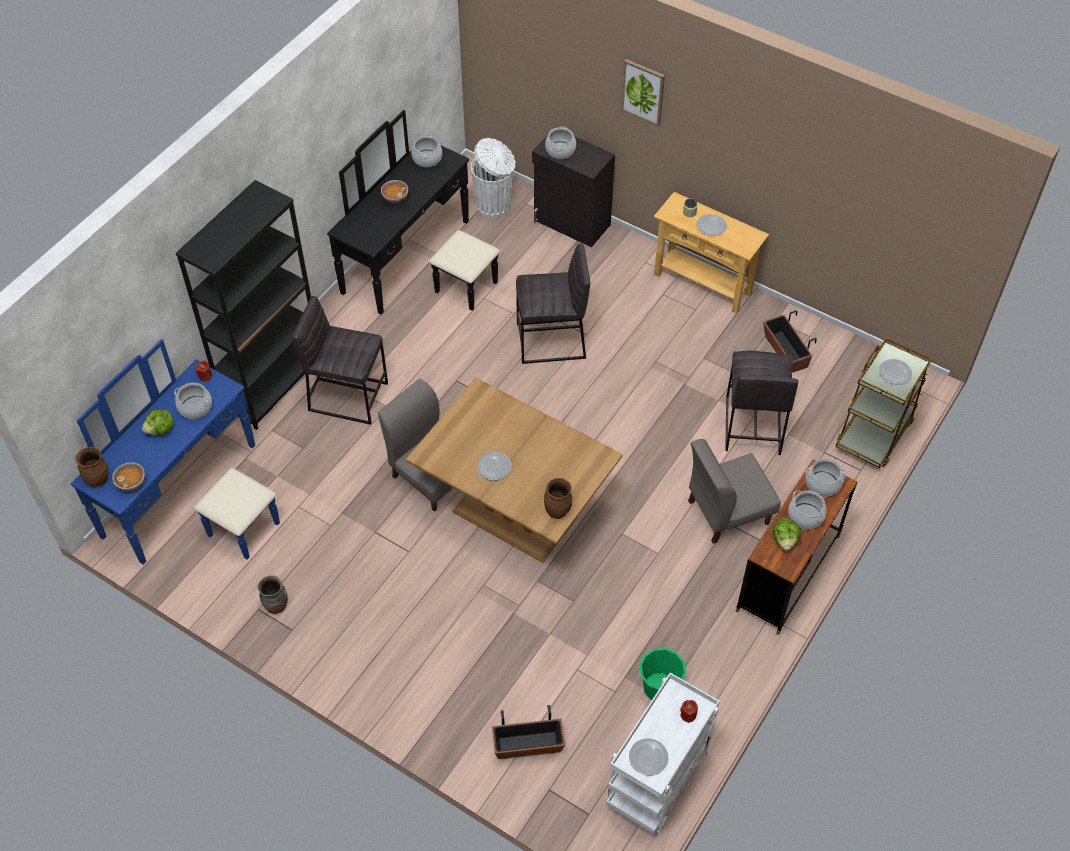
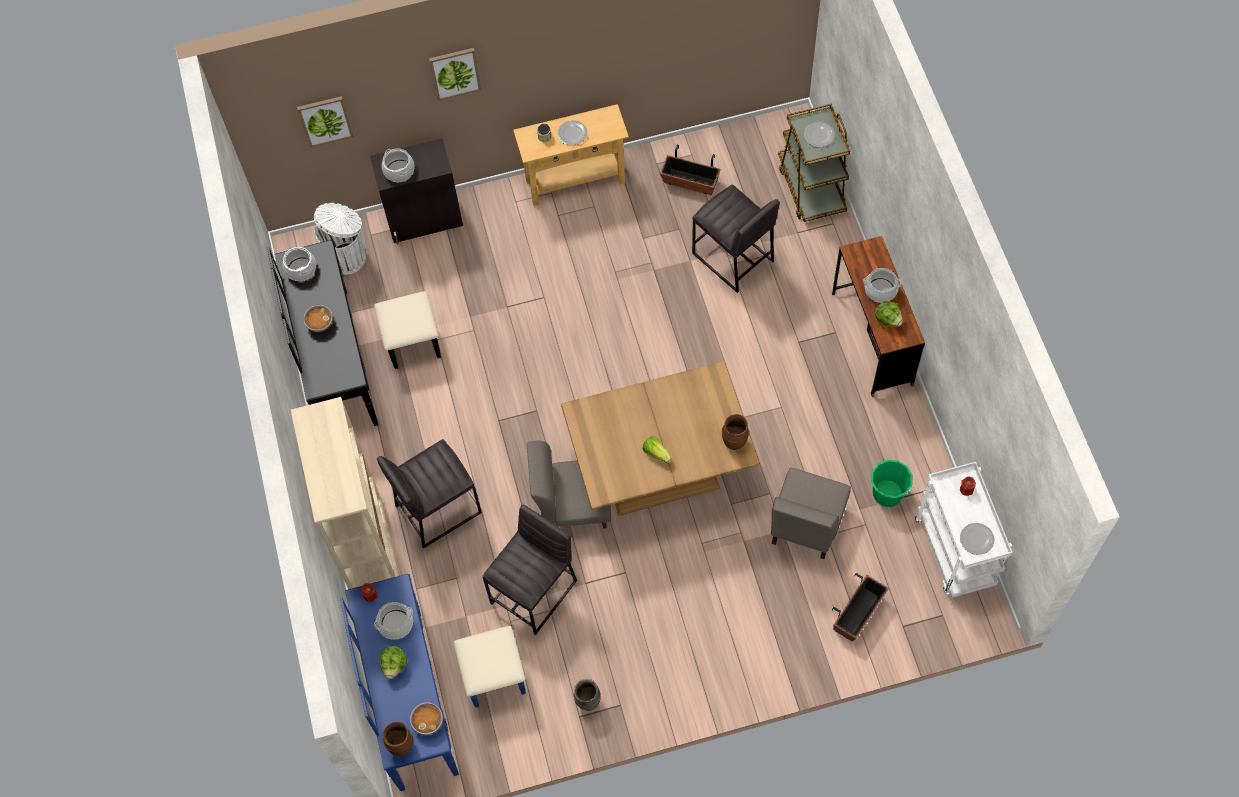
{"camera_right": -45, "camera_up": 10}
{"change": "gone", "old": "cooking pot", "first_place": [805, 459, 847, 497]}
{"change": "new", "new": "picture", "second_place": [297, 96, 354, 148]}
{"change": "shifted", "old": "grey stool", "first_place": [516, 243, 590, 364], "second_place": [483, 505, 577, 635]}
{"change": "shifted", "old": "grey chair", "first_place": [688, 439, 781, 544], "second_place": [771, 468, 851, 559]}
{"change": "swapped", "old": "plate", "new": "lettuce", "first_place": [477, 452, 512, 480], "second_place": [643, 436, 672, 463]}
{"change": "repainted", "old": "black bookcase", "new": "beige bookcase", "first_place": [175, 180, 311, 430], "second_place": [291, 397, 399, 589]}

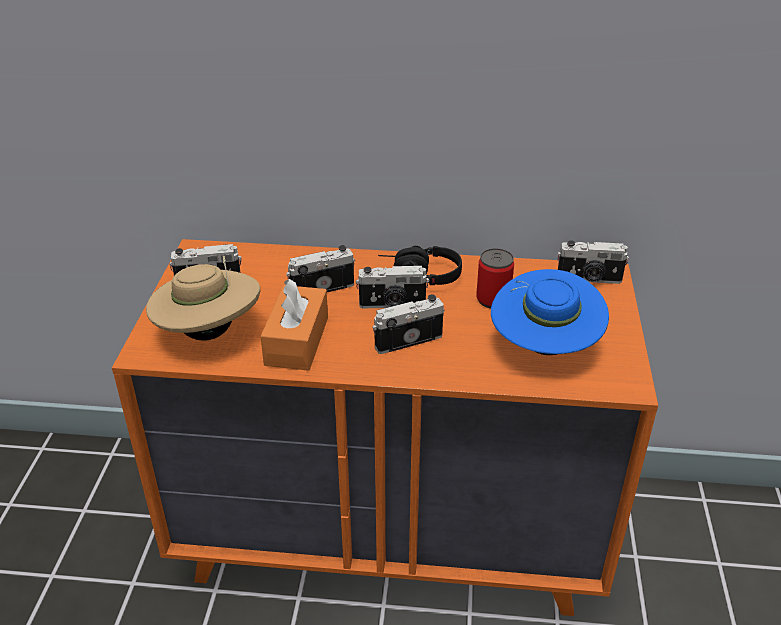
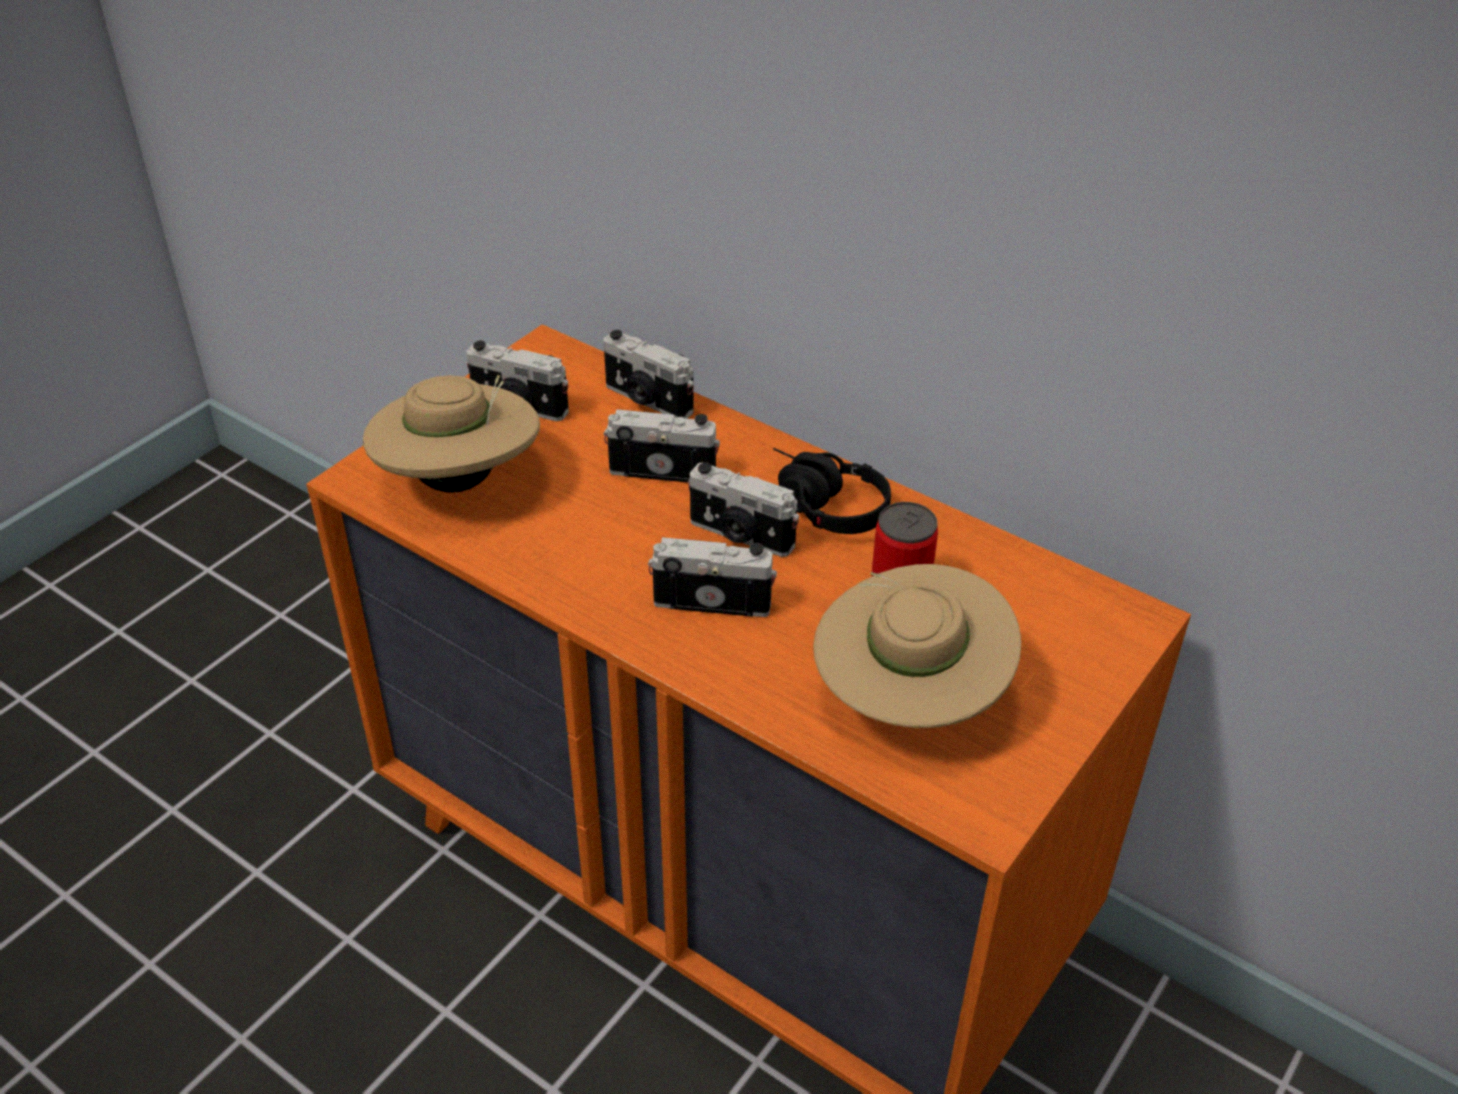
{"camera_right": 30, "camera_up": 5}
{"change": "gone", "old": "orange tissue box", "first_place": [260, 279, 328, 371]}
{"change": "shifted", "old": "photo camera", "first_place": [557, 240, 629, 284], "second_place": [603, 330, 694, 419]}
{"change": "repainted", "old": "blue hat", "new": "beige hat", "first_place": [491, 269, 609, 355], "second_place": [813, 564, 1021, 728]}

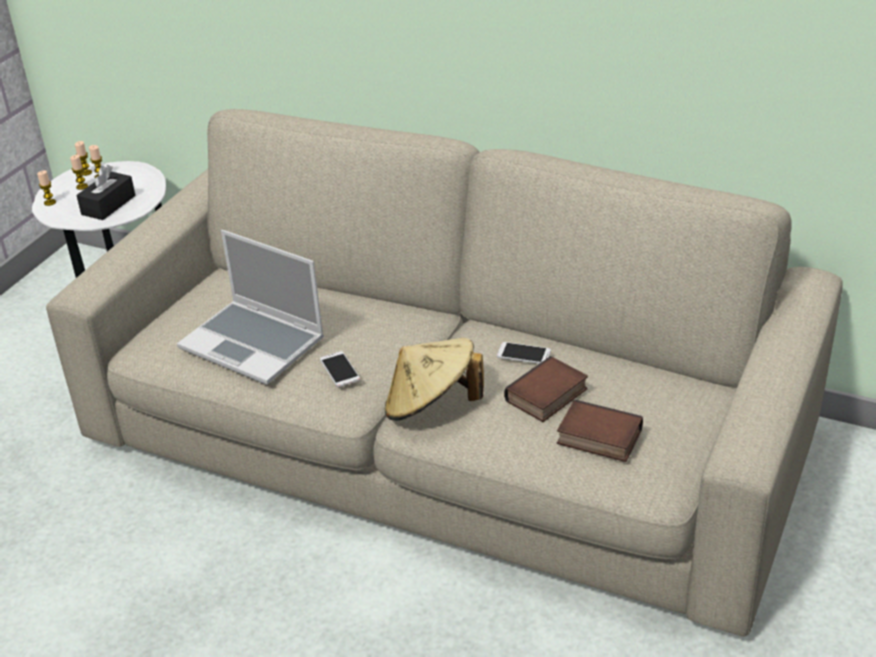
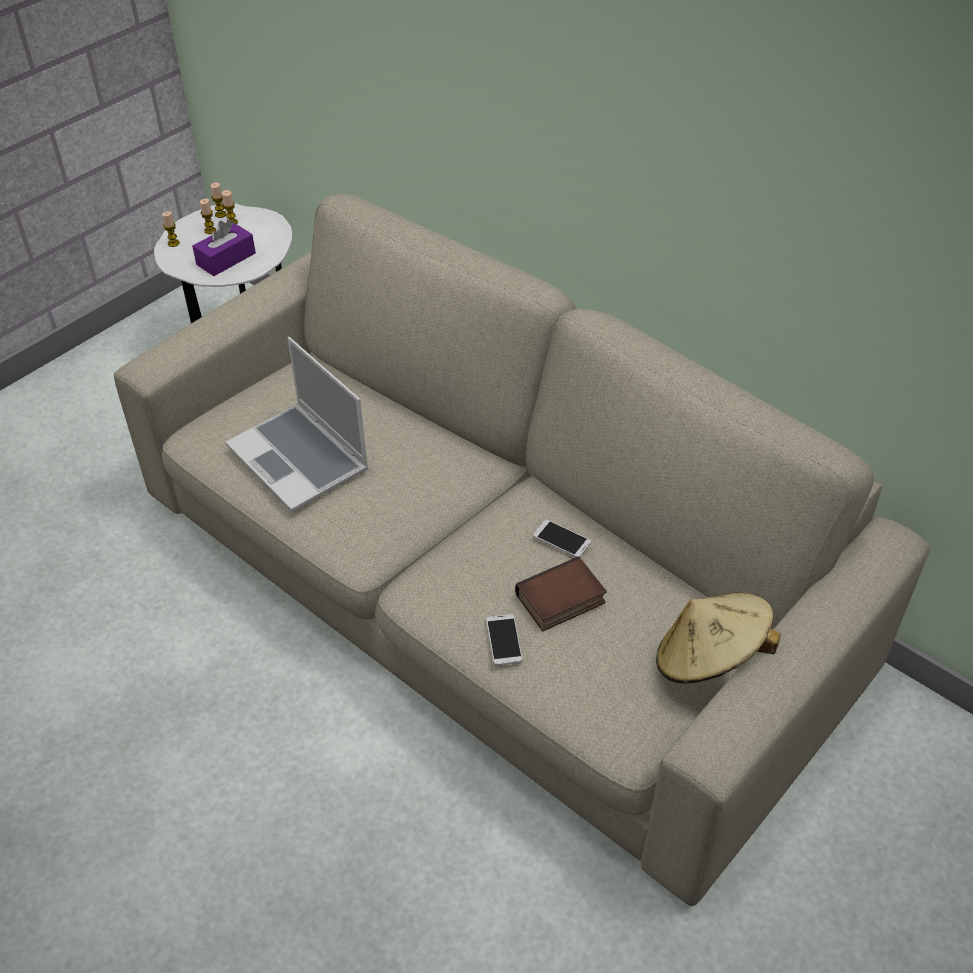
{"camera_right": 15, "camera_up": 10}
{"change": "gone", "old": "book", "first_place": [557, 400, 643, 462]}
{"change": "shifted", "old": "phone", "first_place": [320, 351, 360, 387], "second_place": [486, 614, 523, 665]}
{"change": "shifted", "old": "beige hat", "first_place": [384, 338, 484, 421], "second_place": [656, 592, 781, 684]}
{"change": "repainted", "old": "black tissue box", "new": "purple tissue box", "first_place": [76, 165, 136, 220], "second_place": [192, 220, 256, 276]}

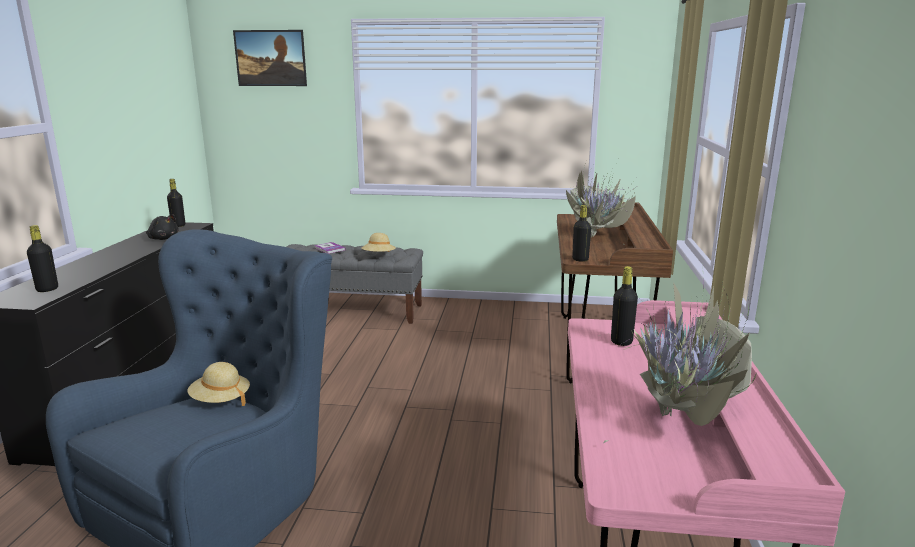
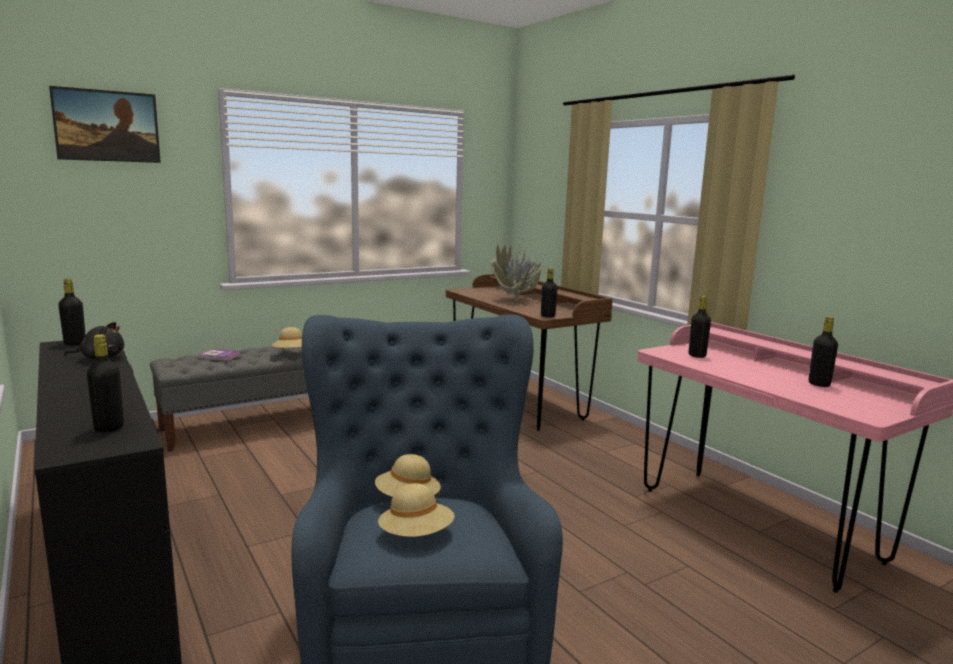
{"camera_right": -40, "camera_up": -5}
{"change": "new", "new": "beige hat", "second_place": [378, 483, 455, 537]}
{"change": "swapped", "old": "potted plant", "new": "black bottle", "first_place": [599, 267, 756, 443], "second_place": [809, 316, 838, 387]}

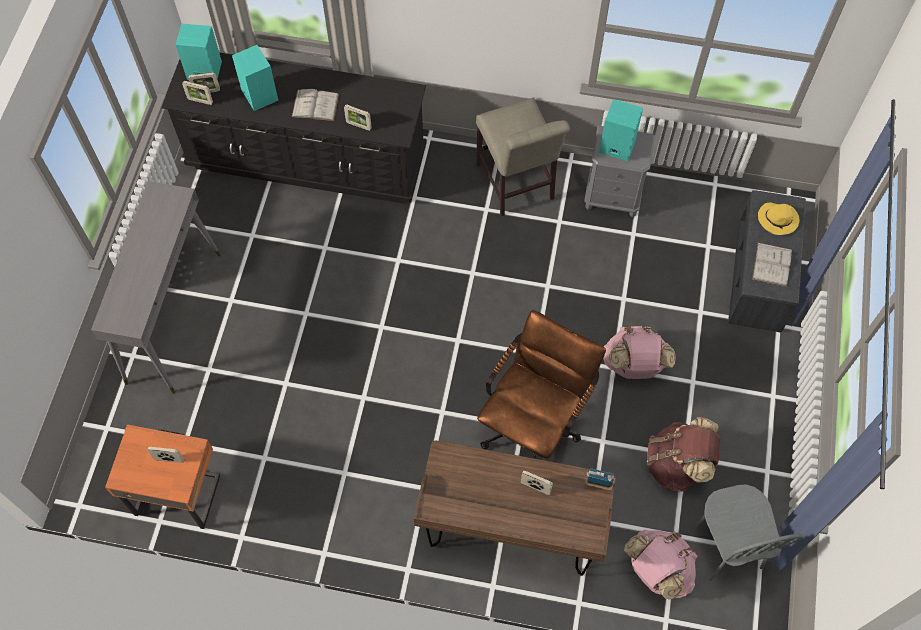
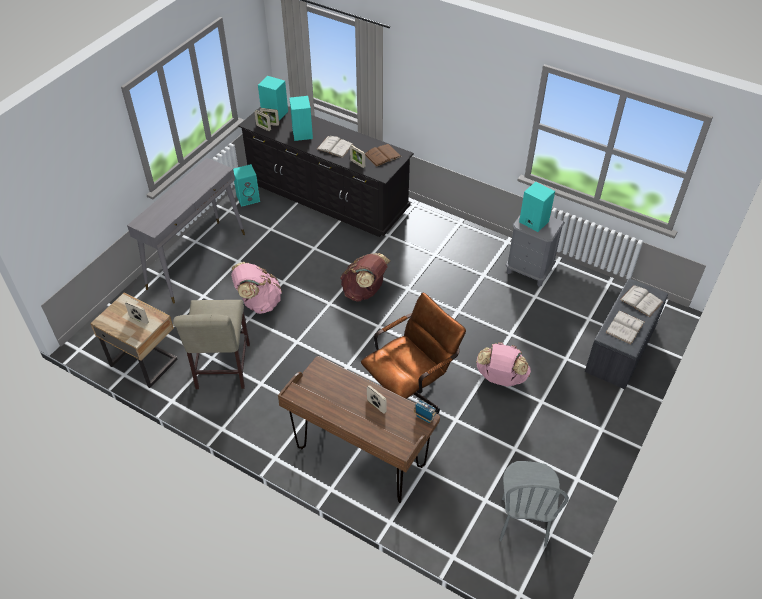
{"camera_right": 20, "camera_up": -15}
{"change": "new", "new": "turquoise speaker", "second_place": [233, 164, 260, 207]}
{"change": "new", "new": "brown book", "second_place": [365, 144, 402, 167]}
{"change": "shifted", "old": "beige chair", "first_place": [476, 98, 570, 216], "second_place": [173, 300, 250, 389]}
{"change": "shifted", "old": "pink backpack", "first_place": [624, 530, 698, 599], "second_place": [231, 262, 282, 314]}
{"change": "shifted", "old": "brown backpack", "first_place": [647, 417, 720, 492], "second_place": [340, 253, 390, 302]}
{"change": "swapped", "old": "yellow hat", "new": "white book", "first_place": [758, 203, 799, 235], "second_place": [620, 285, 663, 317]}
{"change": "repainted", "old": "orange nightstand", "new": "beige nightstand", "first_place": [105, 424, 220, 529], "second_place": [90, 292, 178, 388]}

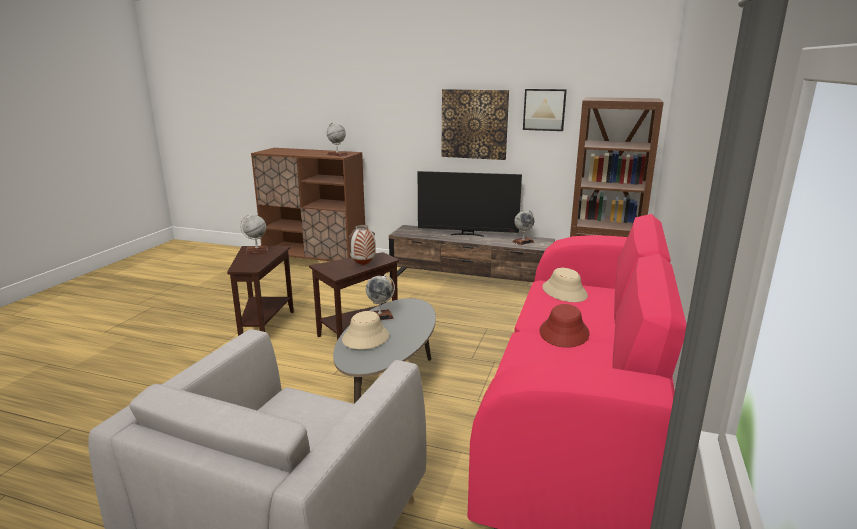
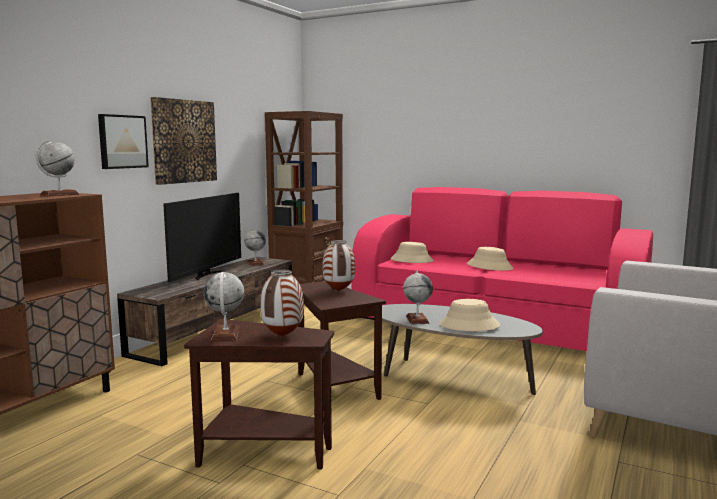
{"camera_right": -80, "camera_up": -10}
{"change": "new", "new": "vase", "second_place": [260, 269, 304, 336]}
{"change": "shifted", "old": "picture", "first_place": [523, 89, 567, 131], "second_place": [98, 114, 149, 169]}
{"change": "repainted", "old": "red hat", "new": "beige hat", "first_place": [540, 304, 590, 348], "second_place": [467, 247, 513, 271]}

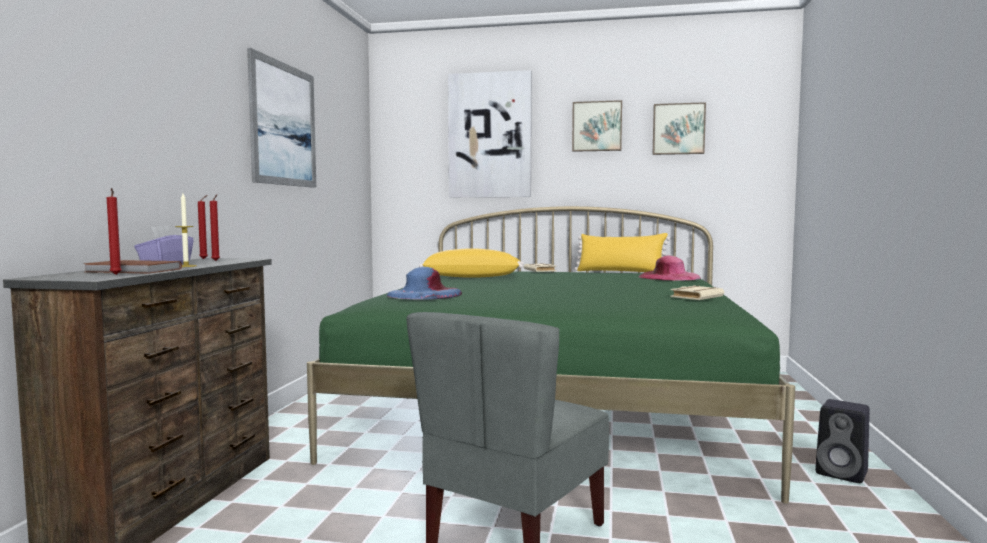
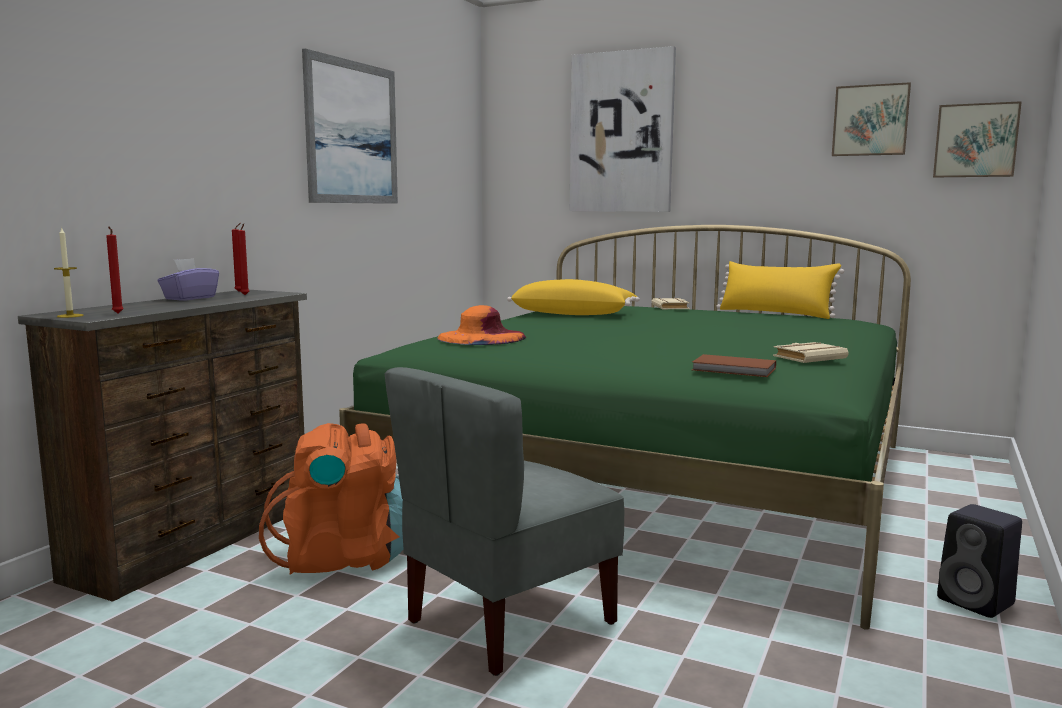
{"camera_right": 15, "camera_up": 5}
{"change": "gone", "old": "pink hat", "first_place": [638, 256, 701, 281]}
{"change": "new", "new": "orange backpack", "second_place": [259, 423, 403, 575]}
{"change": "shifted", "old": "brown book", "first_place": [83, 260, 182, 274], "second_place": [692, 354, 776, 377]}
{"change": "shifted", "old": "candle", "first_place": [175, 193, 197, 267], "second_place": [54, 227, 84, 318]}
{"change": "shifted", "old": "picture", "first_place": [572, 100, 622, 152], "second_place": [933, 101, 1022, 178]}
{"change": "repainted", "old": "blue hat", "new": "orange hat", "first_place": [386, 267, 462, 300], "second_place": [438, 305, 526, 345]}

